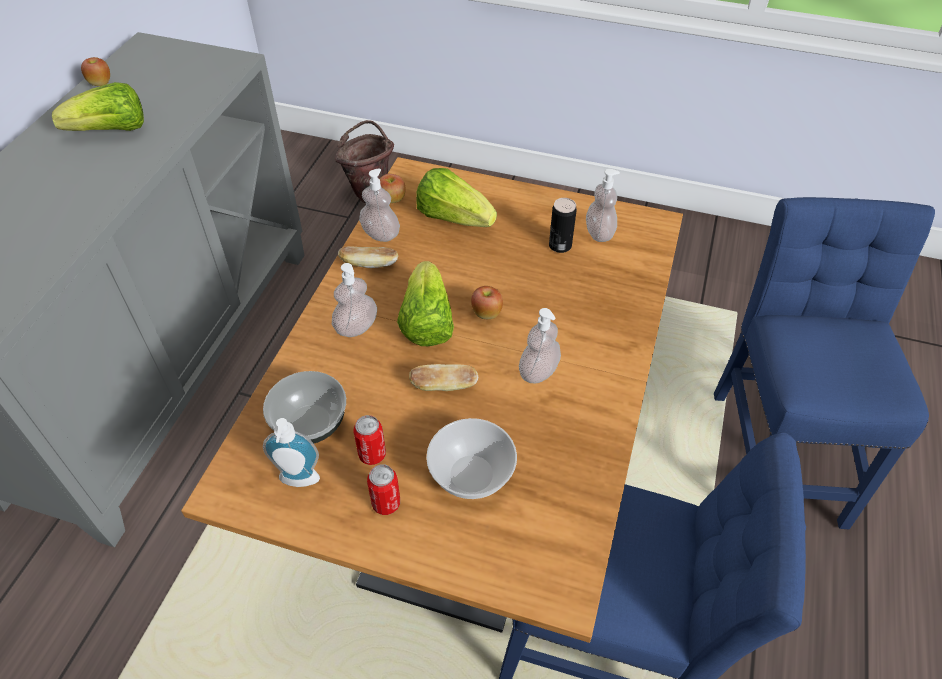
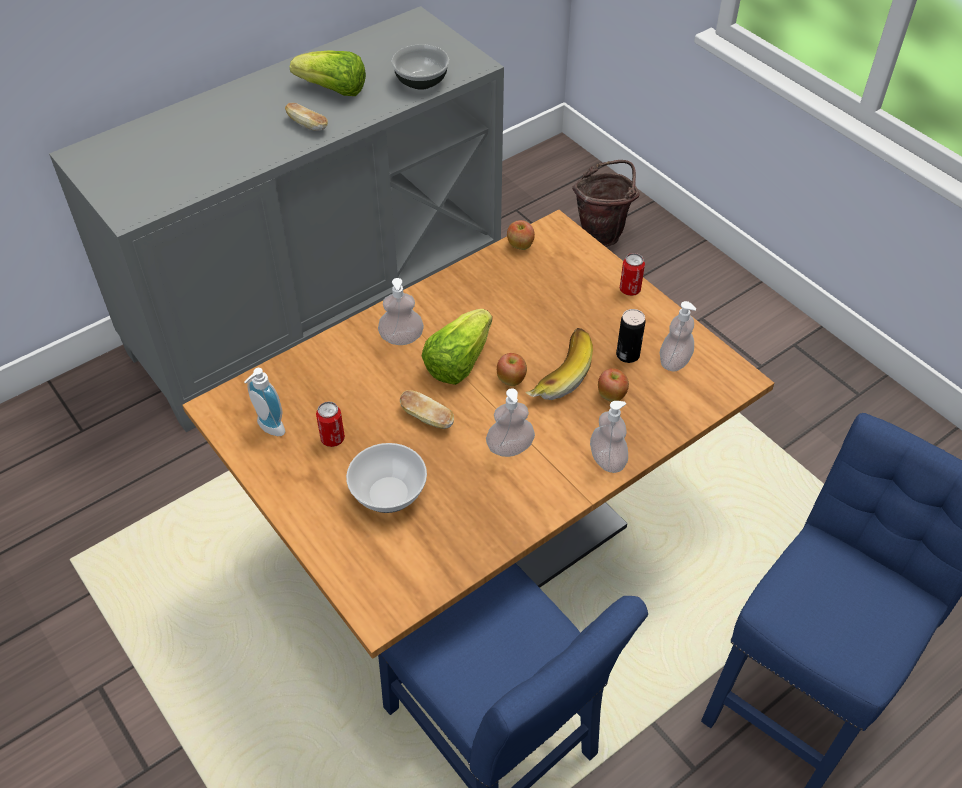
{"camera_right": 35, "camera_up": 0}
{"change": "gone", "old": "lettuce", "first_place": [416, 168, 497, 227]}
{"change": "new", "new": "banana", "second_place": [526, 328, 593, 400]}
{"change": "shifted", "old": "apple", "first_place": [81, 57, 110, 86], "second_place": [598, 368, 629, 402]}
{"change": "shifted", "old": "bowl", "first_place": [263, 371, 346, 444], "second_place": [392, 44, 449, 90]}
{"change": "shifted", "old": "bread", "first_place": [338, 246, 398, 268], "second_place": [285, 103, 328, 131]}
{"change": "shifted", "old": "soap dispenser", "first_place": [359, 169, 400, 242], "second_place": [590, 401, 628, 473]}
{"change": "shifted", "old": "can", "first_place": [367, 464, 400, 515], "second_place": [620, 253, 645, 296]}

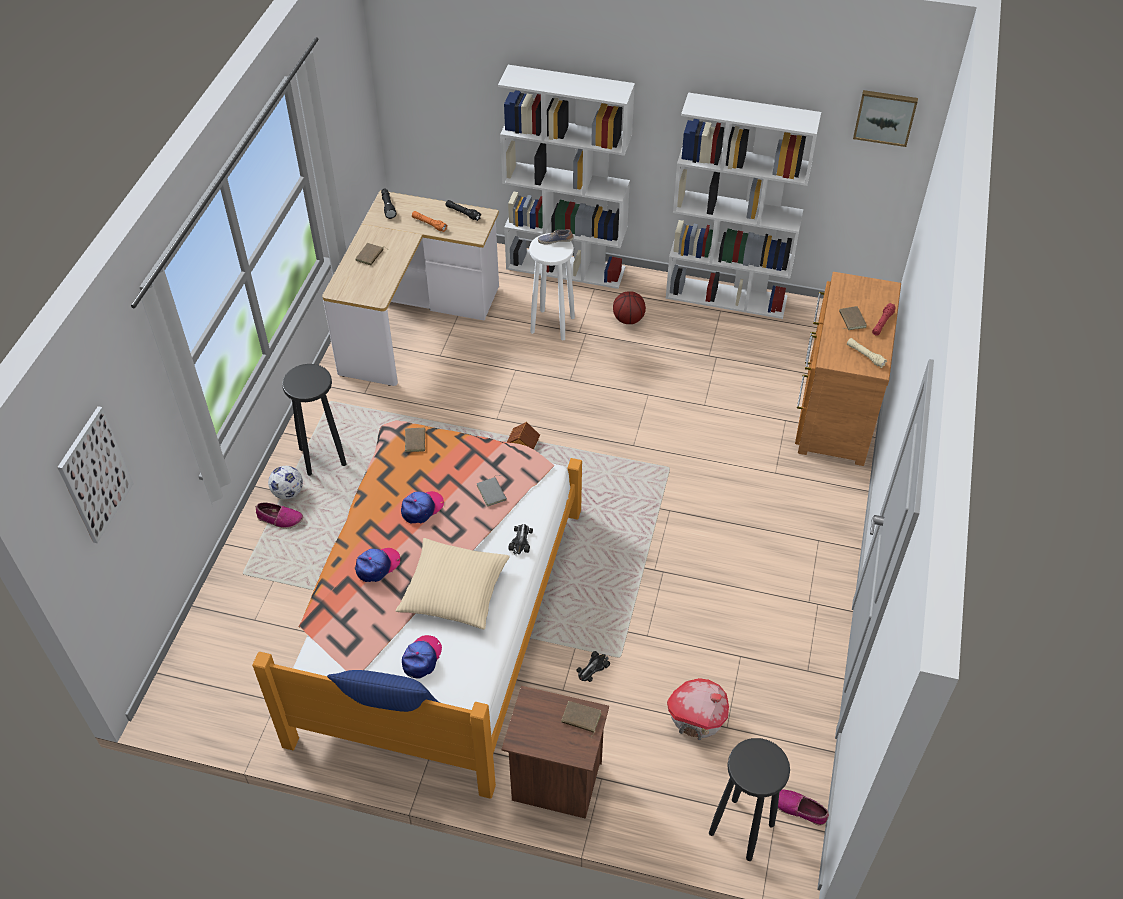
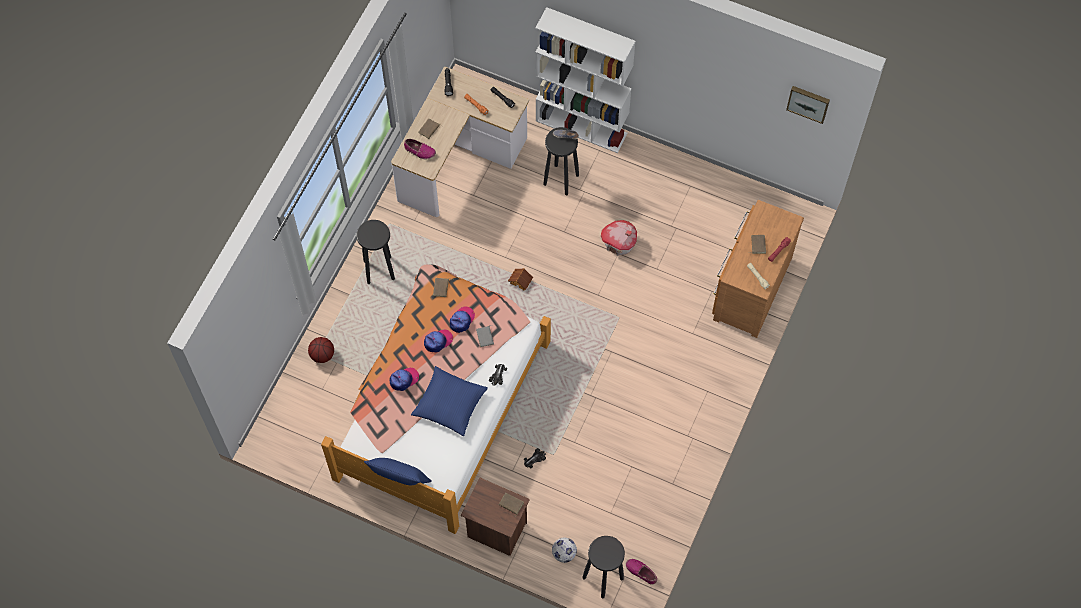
{"camera_right": 10, "camera_up": 15}
{"change": "gone", "old": "picture", "first_place": [57, 406, 134, 543]}
{"change": "gone", "old": "white bookcase", "first_place": [666, 92, 821, 319]}
{"change": "shifted", "old": "shoe", "first_place": [256, 502, 303, 529], "second_place": [404, 139, 436, 159]}
{"change": "shifted", "old": "football", "first_place": [268, 466, 303, 499], "second_place": [552, 538, 577, 563]}
{"change": "shifted", "old": "cap", "first_place": [402, 635, 442, 678], "second_place": [450, 306, 475, 333]}
{"change": "shifted", "old": "basketball", "first_place": [613, 291, 646, 324], "second_place": [308, 337, 334, 363]}
{"change": "shifted", "old": "toy house", "first_place": [667, 678, 729, 740], "second_place": [601, 220, 637, 256]}
{"change": "repainted", "old": "beige pillow", "new": "blue pillow", "first_place": [396, 538, 510, 630], "second_place": [411, 366, 488, 436]}
{"change": "repainted", "old": "white stool", "new": "black stool", "first_place": [529, 233, 575, 340], "second_place": [543, 127, 579, 195]}

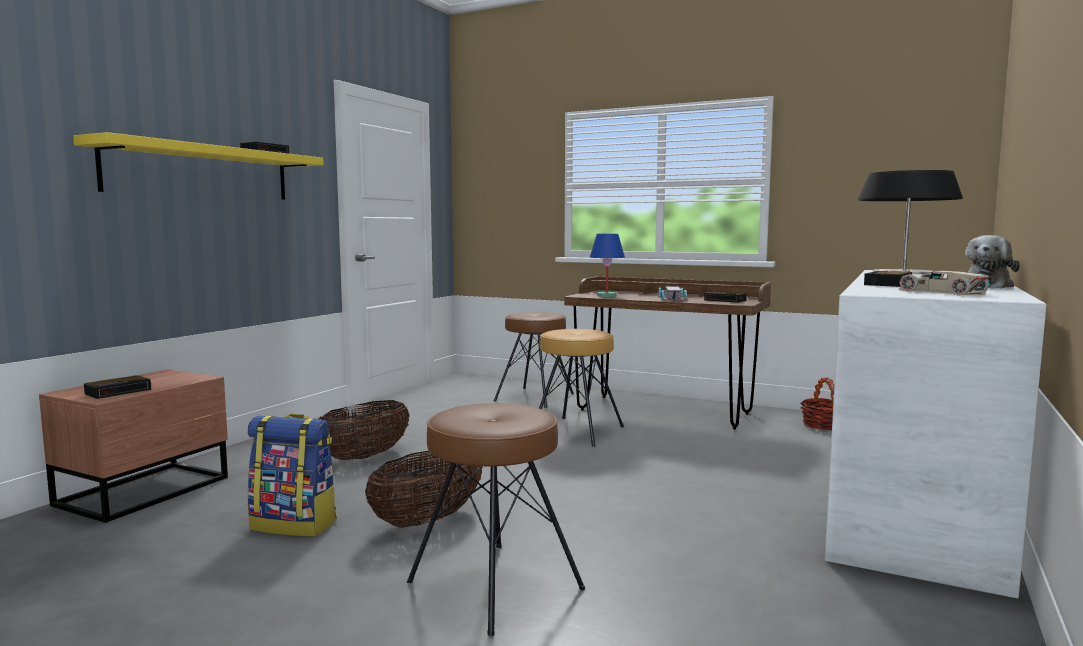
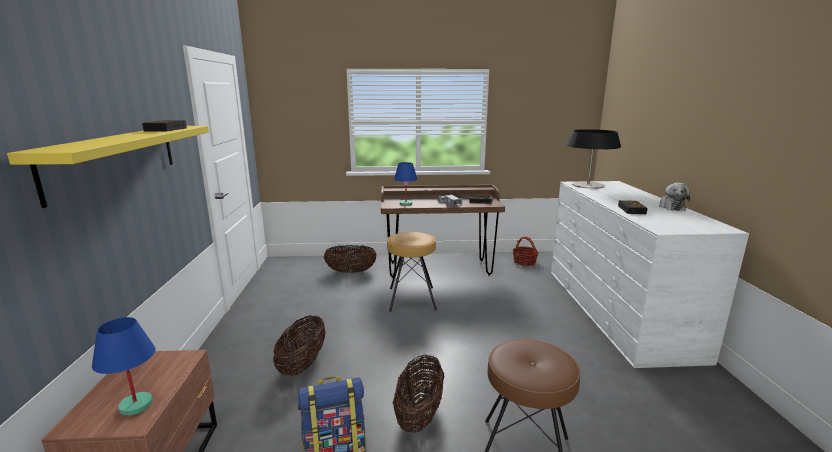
{"camera_right": -30, "camera_up": 10}
{"change": "gone", "old": "beige toy car", "first_place": [899, 271, 990, 296]}
{"change": "swapped", "old": "alarm clock", "new": "blue table lamp", "first_place": [84, 375, 151, 399], "second_place": [92, 317, 156, 416]}
{"change": "swapped", "old": "brown stool", "new": "basket", "first_place": [494, 312, 574, 408], "second_place": [324, 245, 377, 273]}

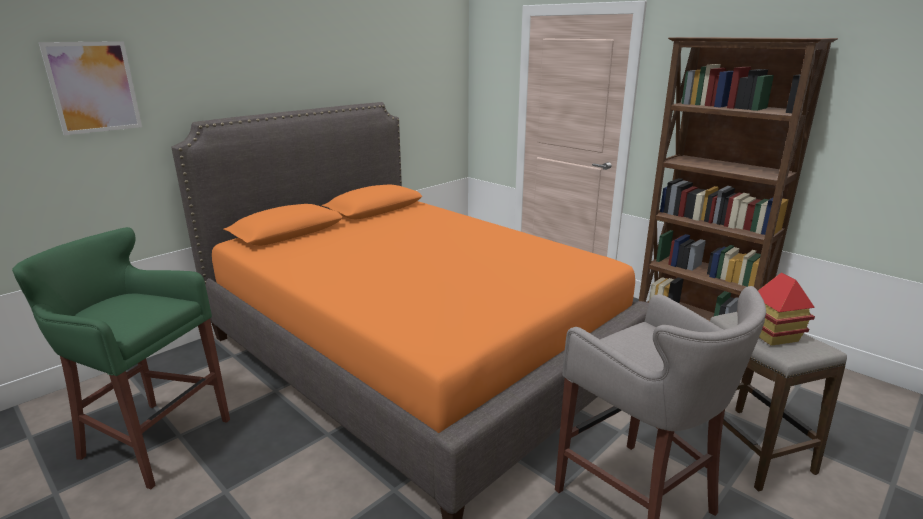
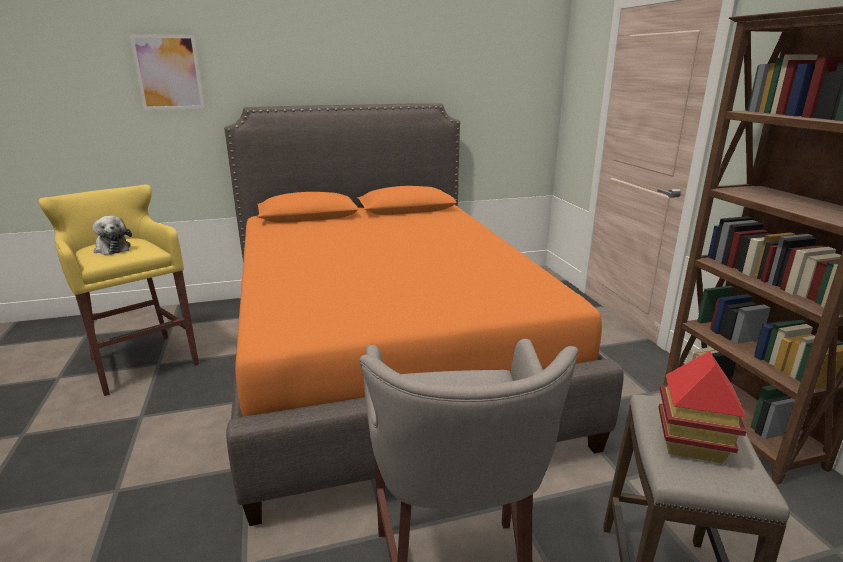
{"camera_right": 30, "camera_up": 0}
{"change": "new", "new": "plush toy", "second_place": [92, 216, 132, 255]}
{"change": "repainted", "old": "green stool", "new": "yellow stool", "first_place": [12, 227, 230, 489], "second_place": [38, 185, 199, 396]}

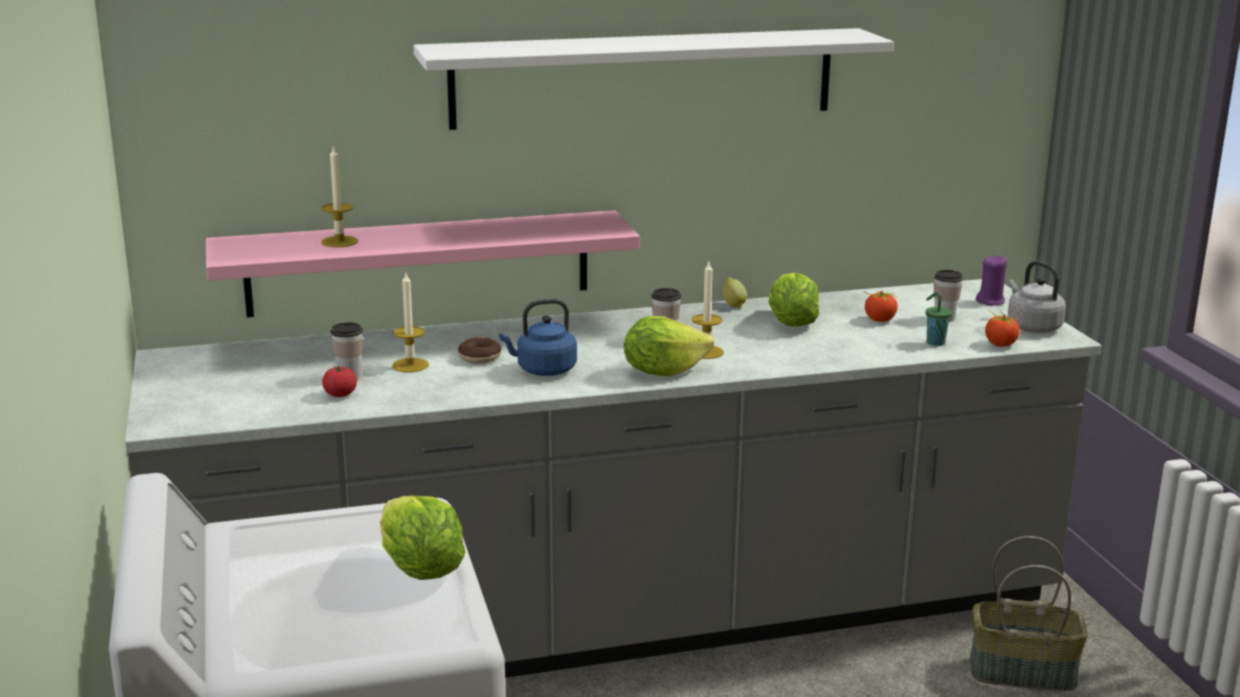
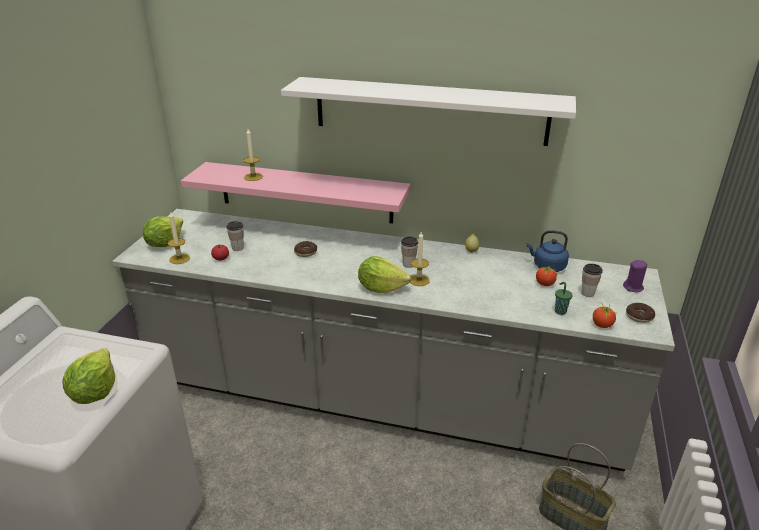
{"camera_right": 30, "camera_up": 10}
{"change": "shifted", "old": "candle", "first_place": [392, 273, 429, 373], "second_place": [168, 211, 190, 264]}
{"change": "shifted", "old": "blue kettle", "first_place": [499, 299, 577, 376], "second_place": [527, 230, 569, 272]}
{"change": "shifted", "old": "lettuce", "first_place": [768, 273, 819, 327], "second_place": [143, 217, 183, 247]}
{"change": "swapped", "old": "grey kettle", "new": "donut", "first_place": [1008, 261, 1066, 333], "second_place": [626, 303, 655, 323]}

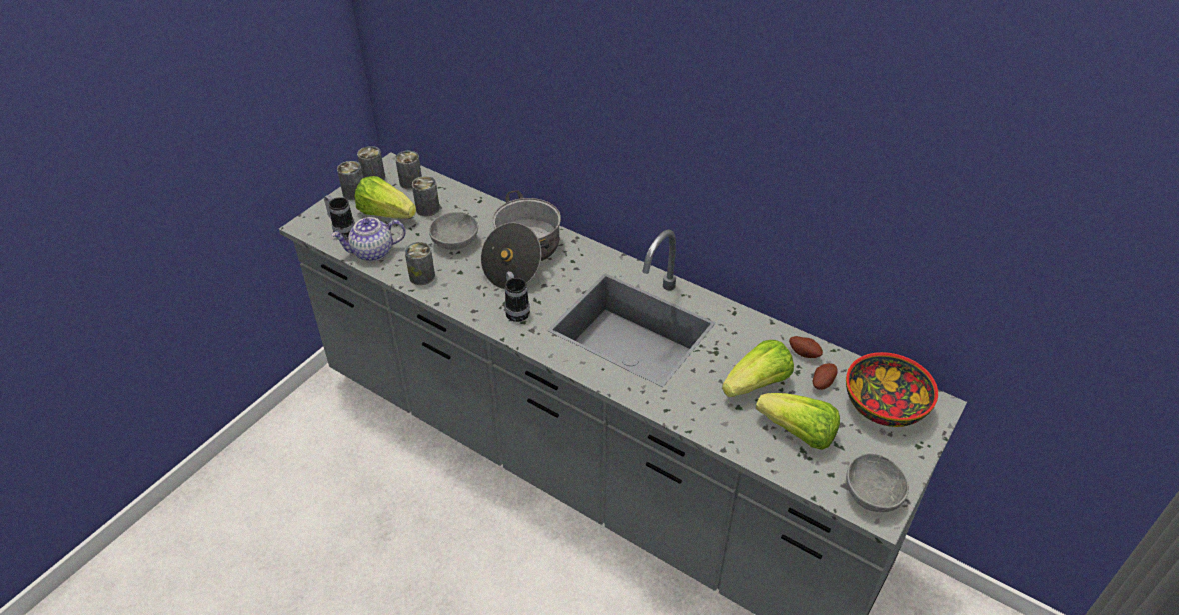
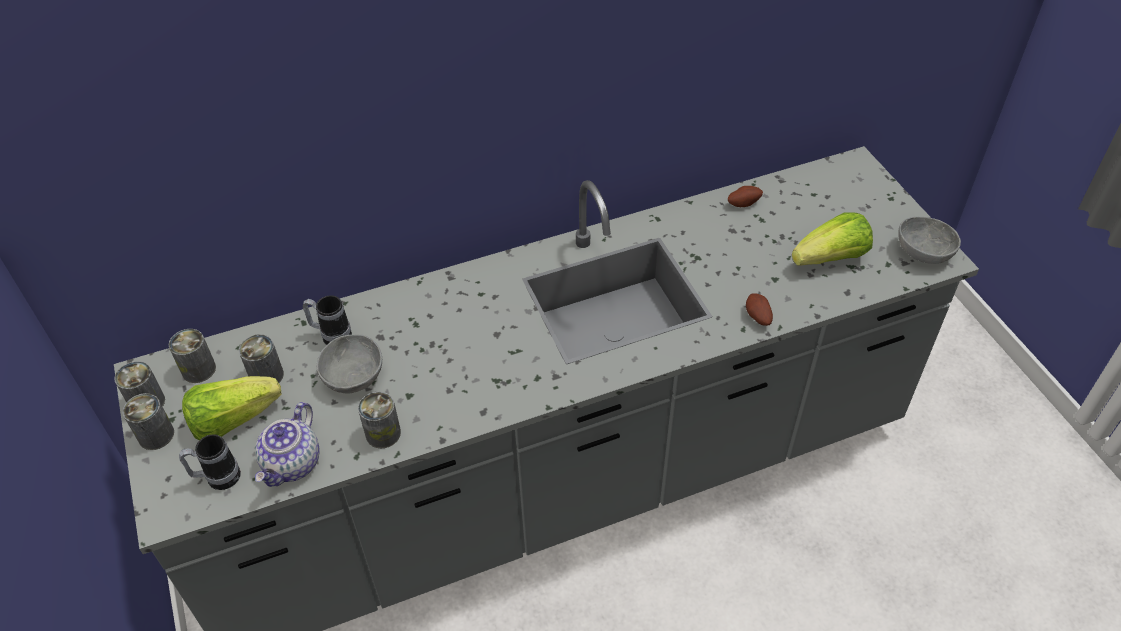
{"camera_right": -55, "camera_up": 5}
{"change": "gone", "old": "cooking pot", "first_place": [480, 190, 561, 290]}
{"change": "gone", "old": "lettuce", "first_place": [722, 340, 794, 397]}
{"change": "gone", "old": "bowl", "first_place": [846, 352, 938, 427]}
{"change": "shifted", "old": "mug", "first_place": [505, 271, 530, 322], "second_place": [303, 295, 352, 345]}
{"change": "shifted", "old": "potato", "first_place": [813, 363, 838, 390], "second_place": [746, 293, 773, 326]}

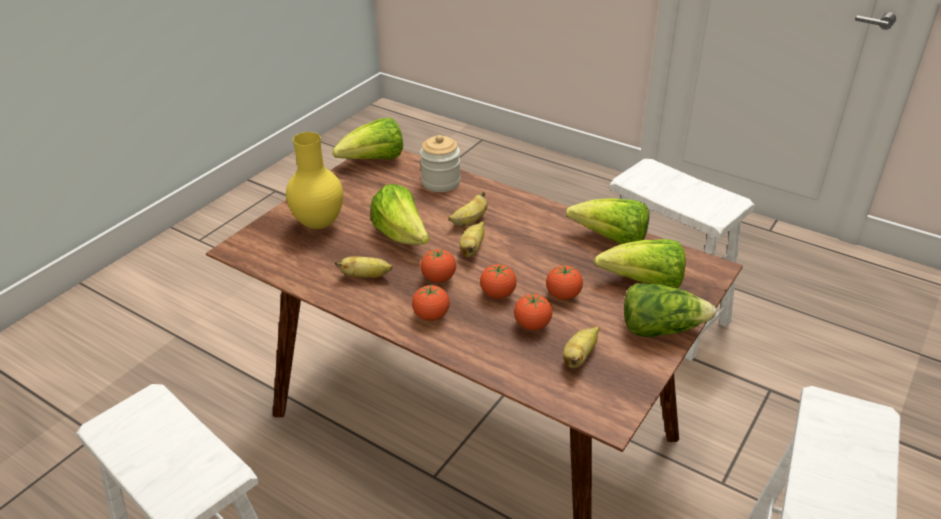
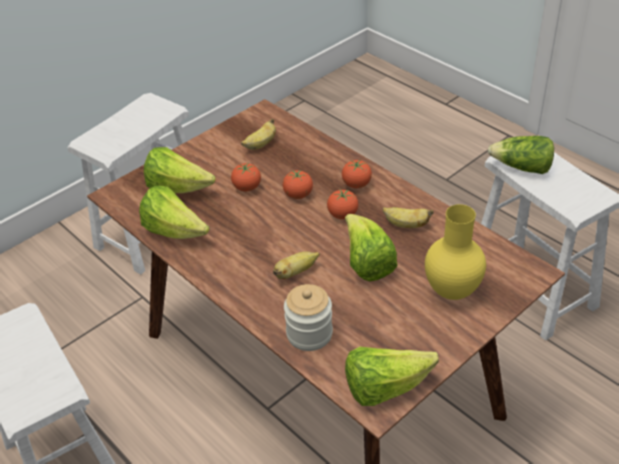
{"camera_right": -165, "camera_up": 5}
{"change": "gone", "old": "banana", "first_place": [459, 221, 484, 257]}
{"change": "gone", "old": "tomato", "first_place": [514, 293, 552, 330]}
{"change": "shifted", "old": "lettuce", "first_place": [624, 283, 716, 337], "second_place": [488, 136, 554, 174]}

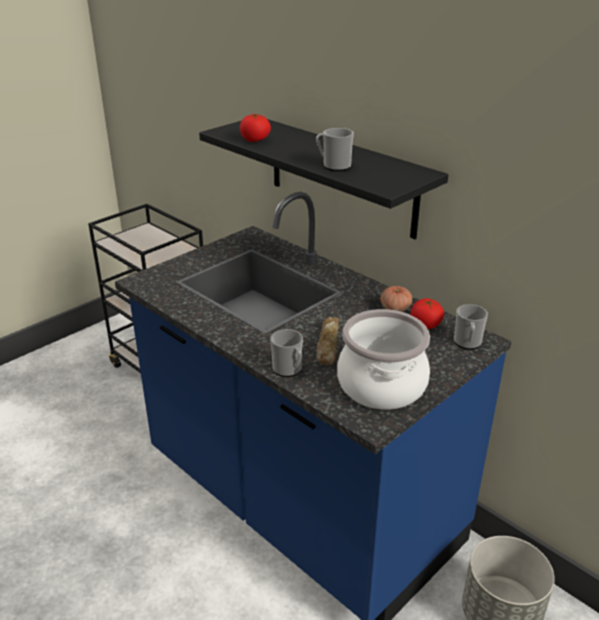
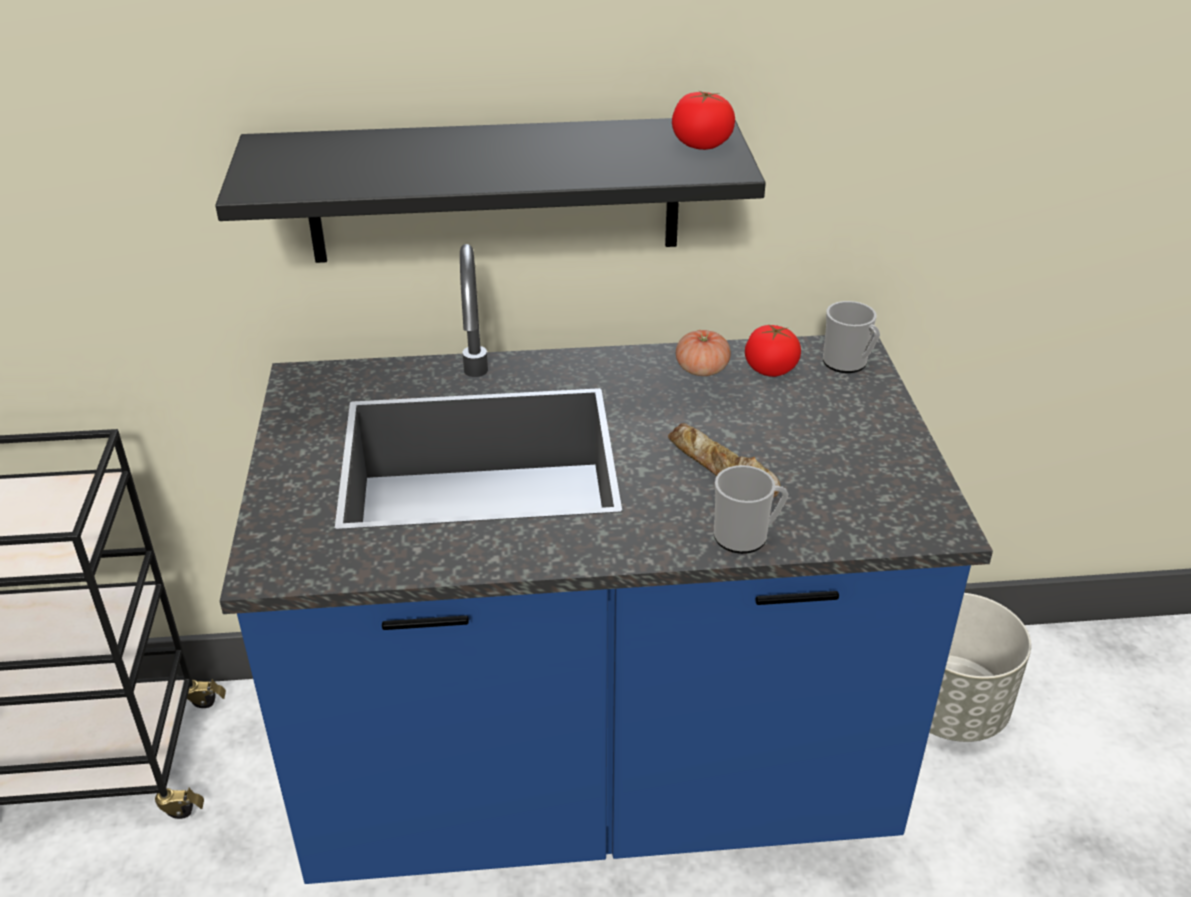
{"camera_right": -50, "camera_up": 5}
{"change": "gone", "old": "mug", "first_place": [316, 128, 354, 171]}
{"change": "gone", "old": "cooking pot", "first_place": [337, 309, 430, 410]}
{"change": "shifted", "old": "tomato", "first_place": [240, 114, 271, 142], "second_place": [672, 91, 735, 150]}

